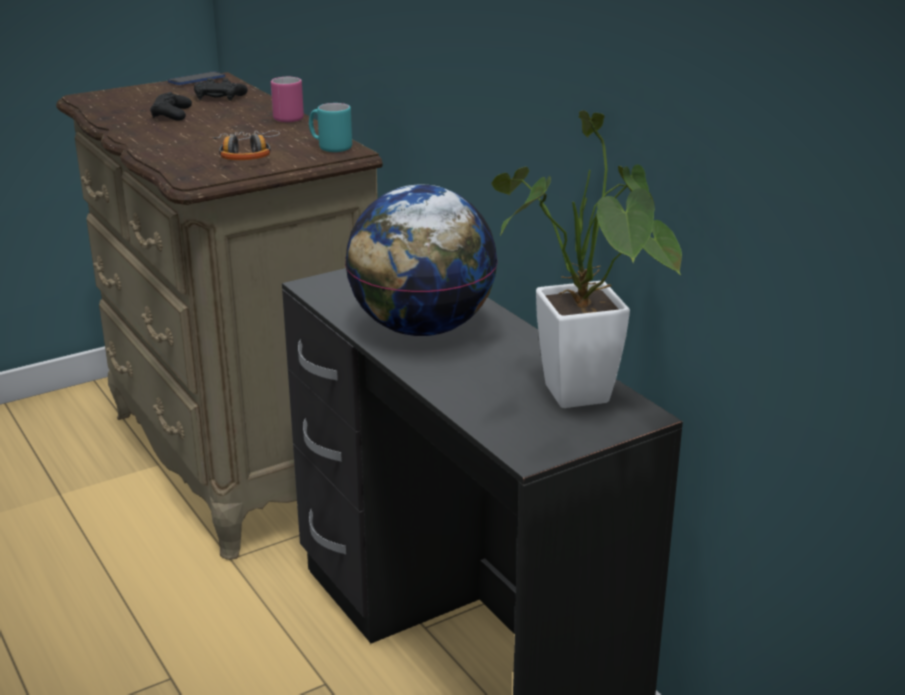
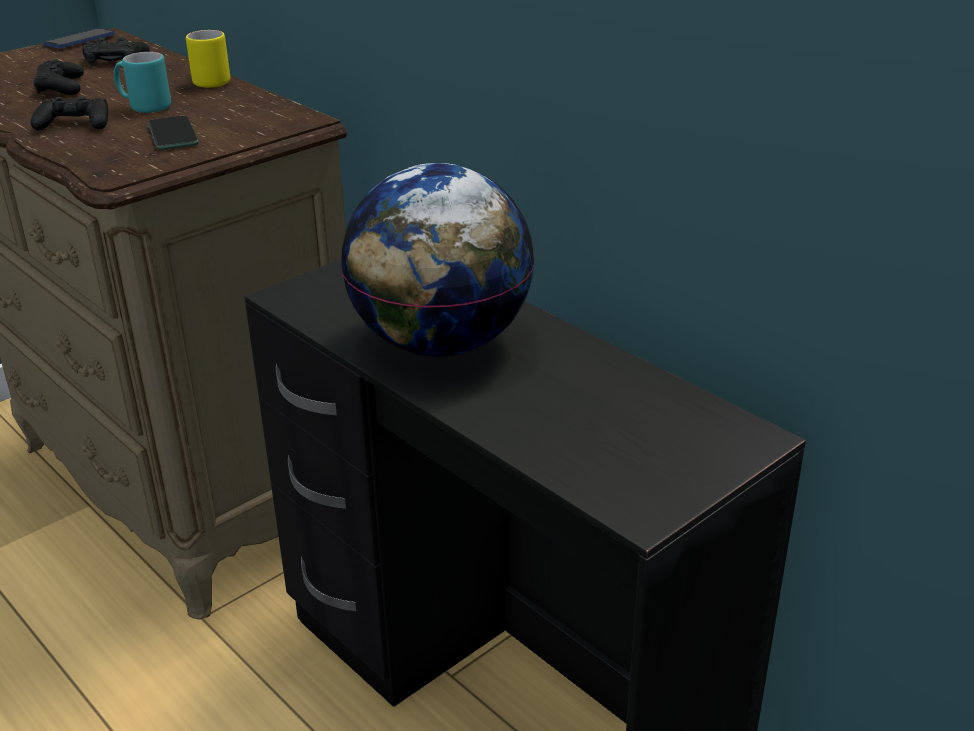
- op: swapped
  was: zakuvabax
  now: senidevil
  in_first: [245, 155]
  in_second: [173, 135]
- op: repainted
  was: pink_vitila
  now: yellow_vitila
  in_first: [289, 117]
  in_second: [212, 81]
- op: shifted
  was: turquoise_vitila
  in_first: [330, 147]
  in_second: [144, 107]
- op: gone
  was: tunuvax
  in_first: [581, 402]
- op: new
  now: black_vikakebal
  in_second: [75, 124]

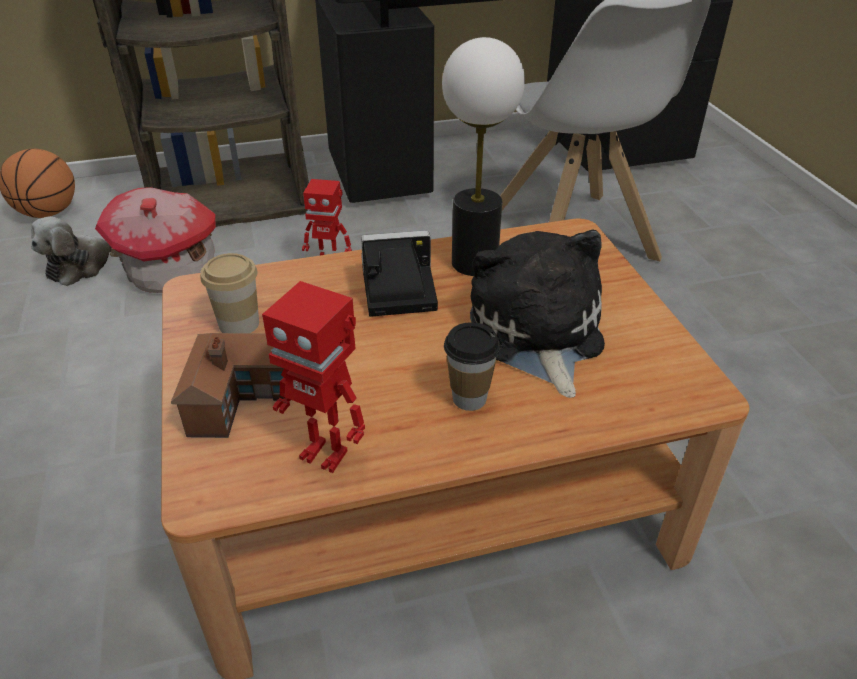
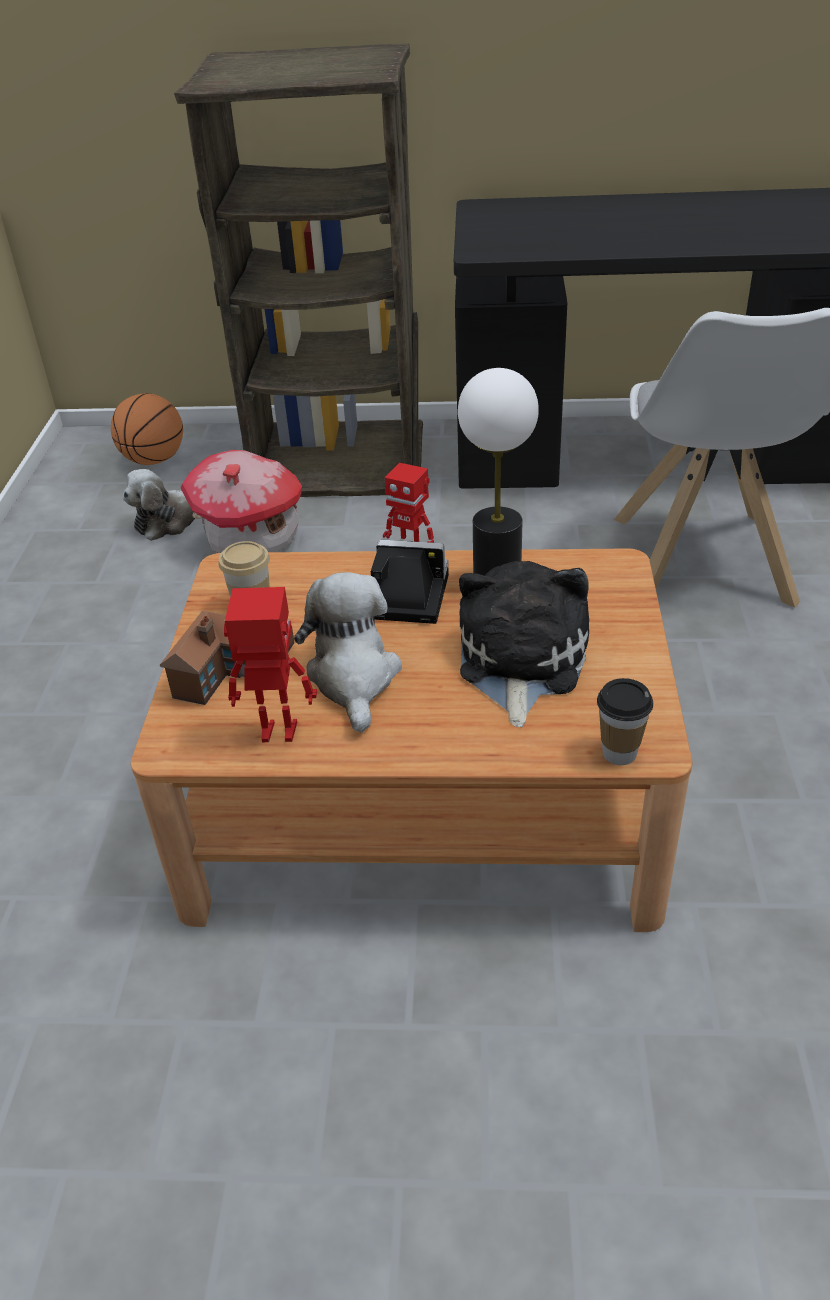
- op: rotated
  was: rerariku
  in_first: [326, 453]
  in_second: [278, 733]
  clockwise: 135
- op: shifted
  was: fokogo
  in_first: [469, 399]
  in_second: [619, 753]
- op: new
  now: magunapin
  in_second: [353, 678]

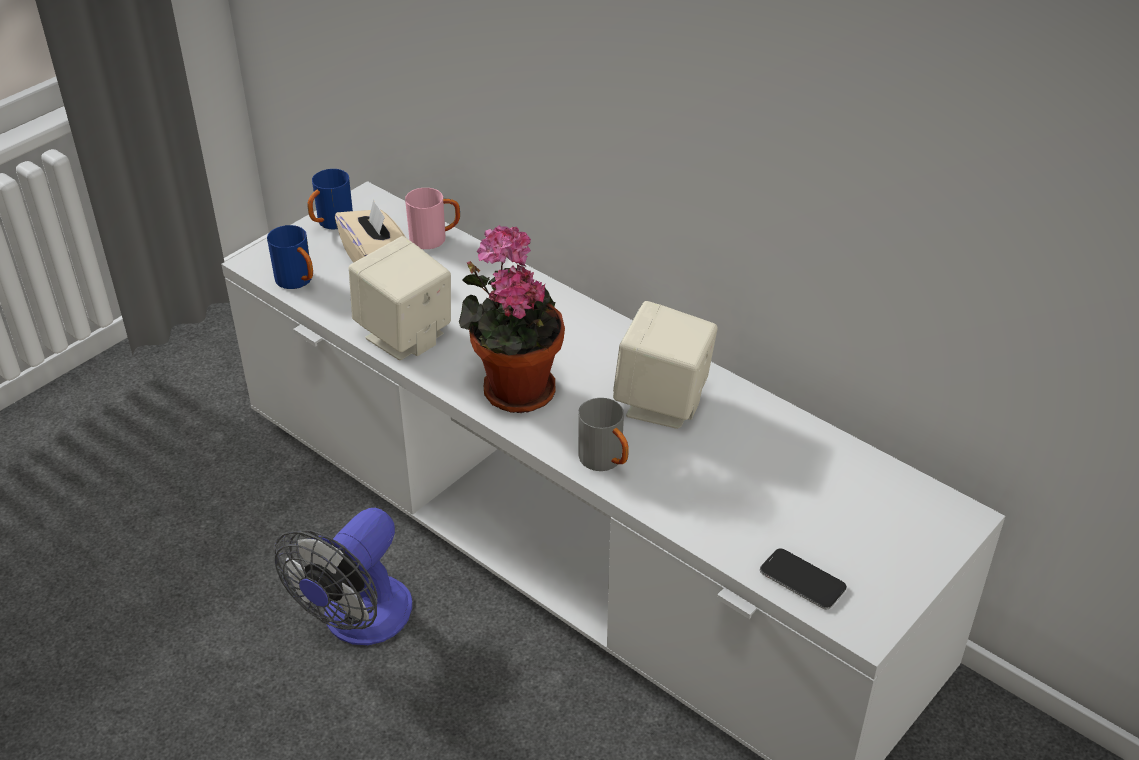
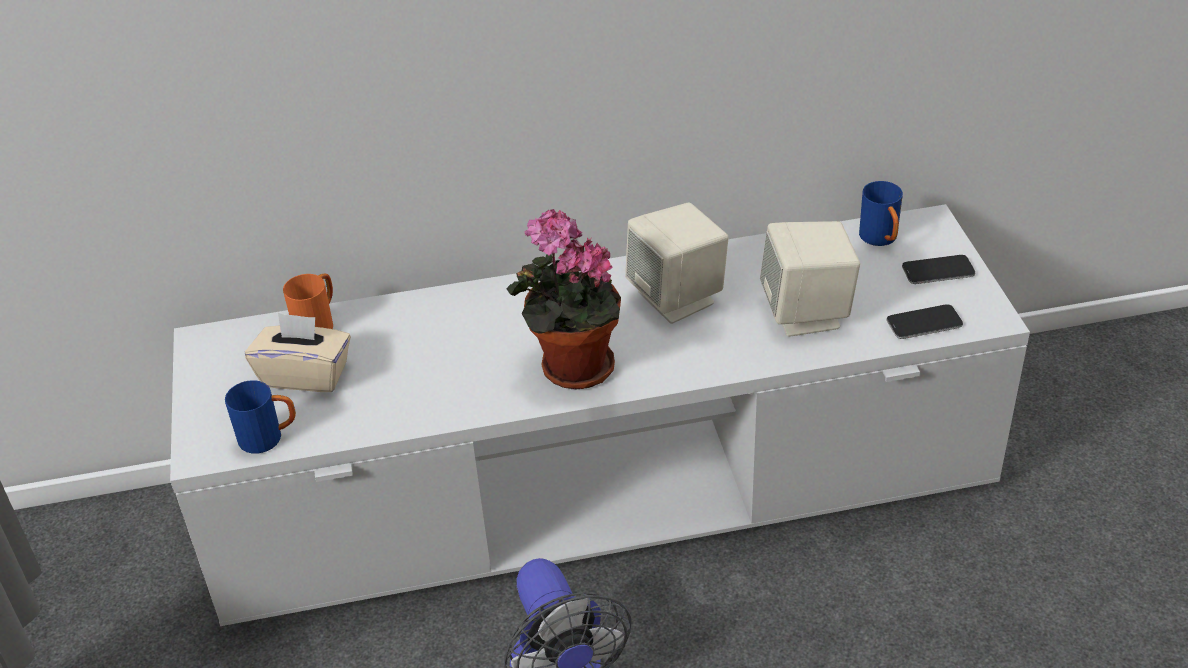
- op: shifted
  was: blue_vitila
  in_first: [330, 224]
  in_second: [881, 240]
- op: shifted
  was: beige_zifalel
  in_first: [405, 337]
  in_second: [806, 313]
- op: repainted
  was: pink_vitila
  now: orange_vitila
  in_first: [435, 239]
  in_second: [318, 324]
- op: gone
  was: grey_vitila
  in_first: [606, 462]
- op: new
  now: senidevil
  in_second: [938, 271]

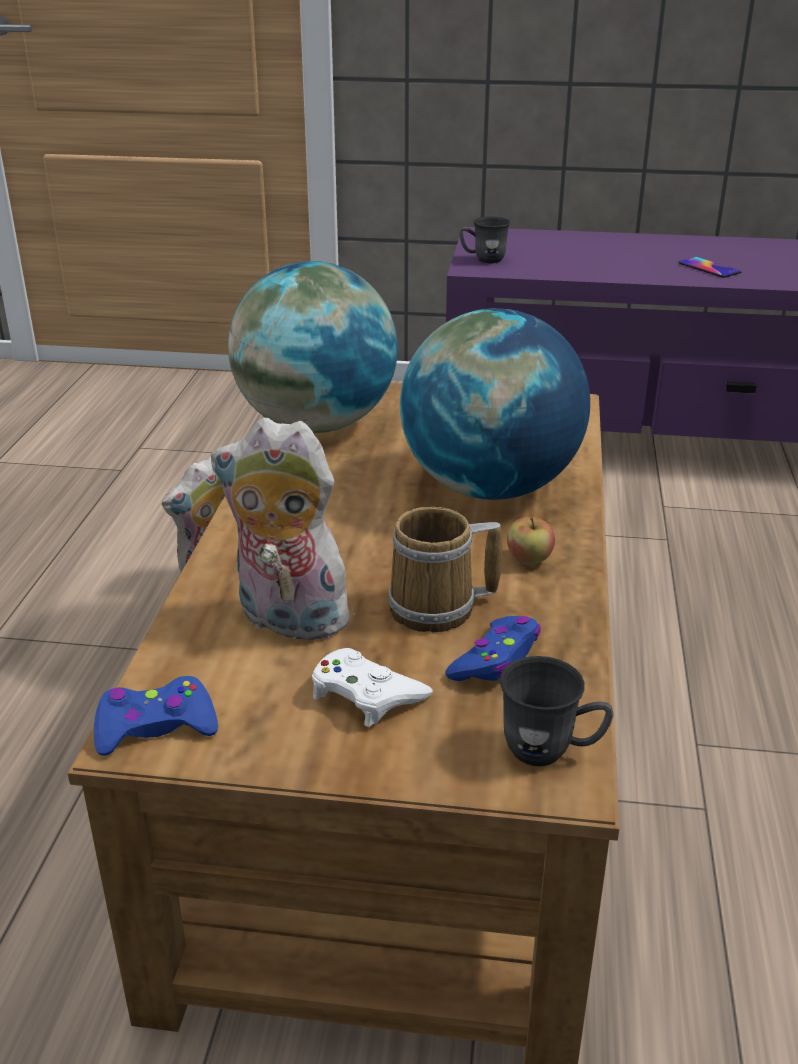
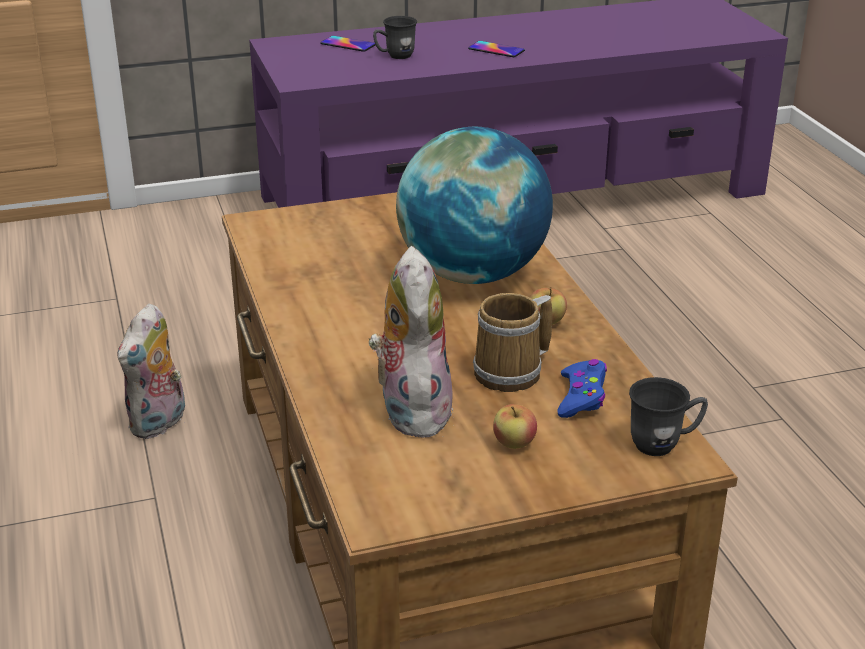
- op: gone
  was: blue_vikakebal
  in_first: [155, 727]
- op: rotated
  was: magunapin
  in_first: [287, 621]
  in_second: [411, 410]
  clockwise: 90
- op: gone
  was: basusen
  in_first: [317, 424]
- op: swapped
  was: white_vikakebal
  now: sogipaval
  in_first: [366, 694]
  in_second: [514, 443]
- op: shifted
  was: grey_vitila
  in_first: [483, 260]
  in_second: [394, 56]
- op: new
  now: senidevil
  in_second: [348, 44]

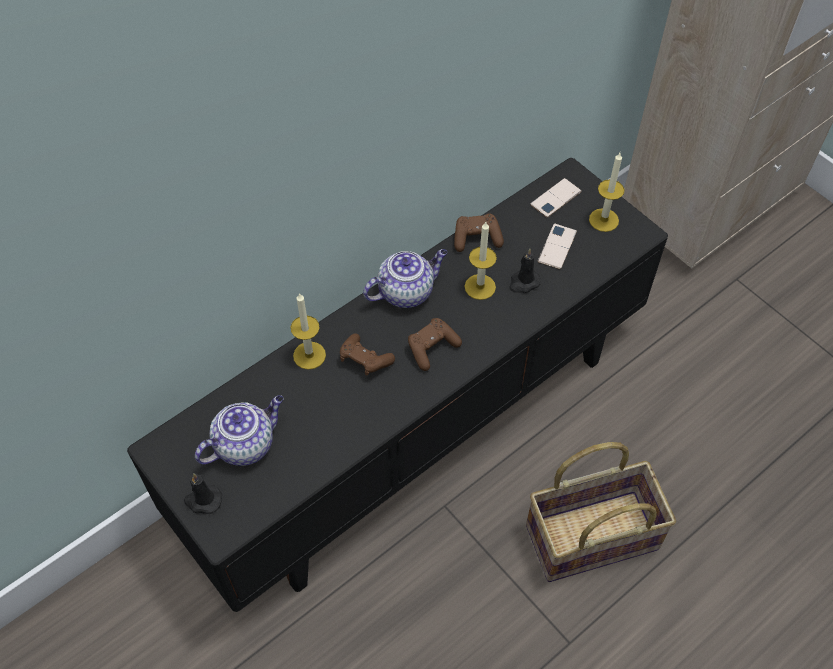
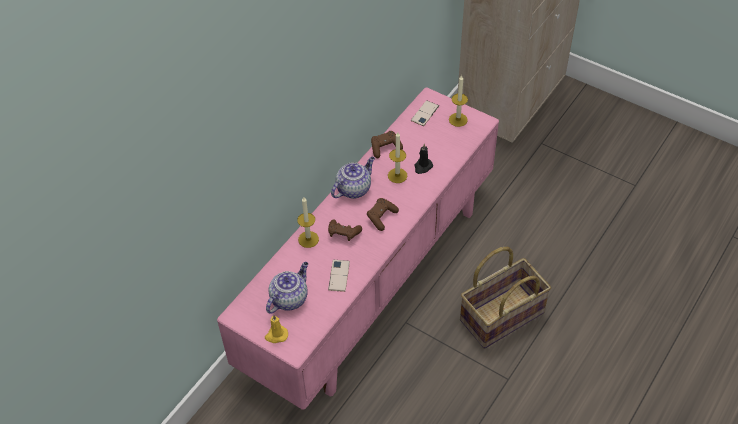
- op: repainted
  was: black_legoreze
  now: pink_legoreze
  in_first: [415, 421]
  in_second: [370, 277]
- op: repainted
  was: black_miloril
  now: yellow_miloril
  in_first: [203, 500]
  in_second: [276, 335]
- op: shifted
  was: senidevil
  in_first: [557, 246]
  in_second: [339, 275]

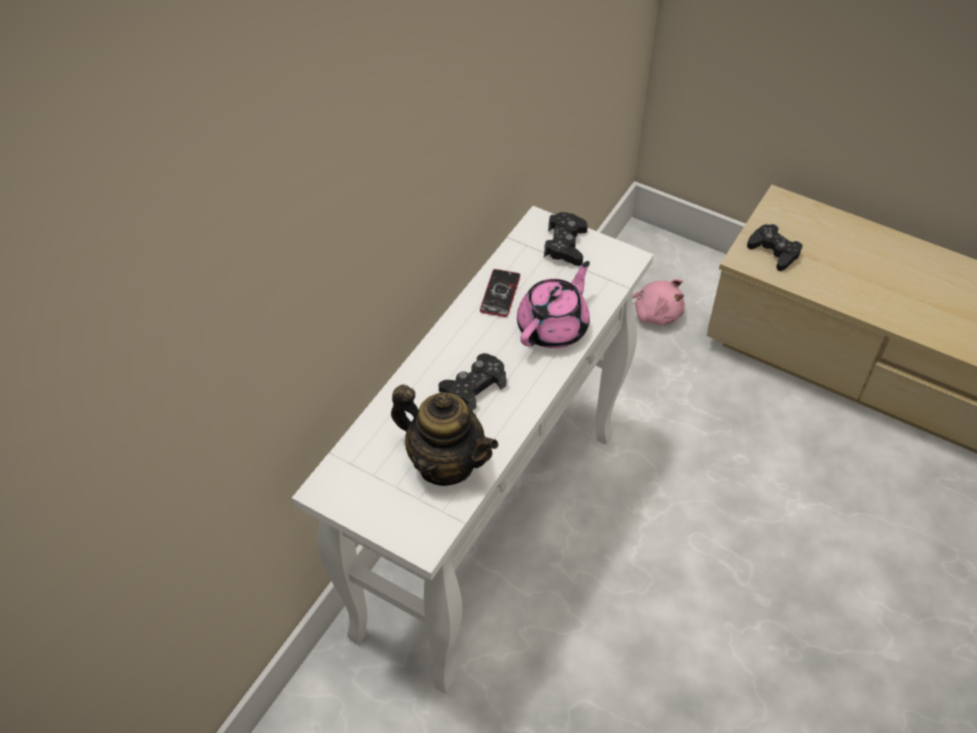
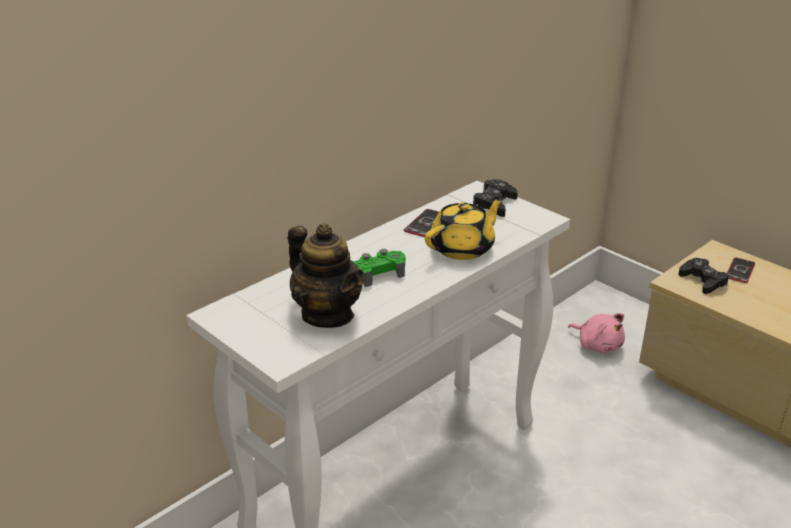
- op: repainted
  was: black_vikakebal
  now: green_vikakebal
  in_first: [474, 386]
  in_second: [376, 273]
- op: repainted
  was: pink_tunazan
  now: yellow_tunazan
  in_first: [554, 327]
  in_second: [463, 248]
- op: new
  now: senidevil
  in_second: [740, 271]

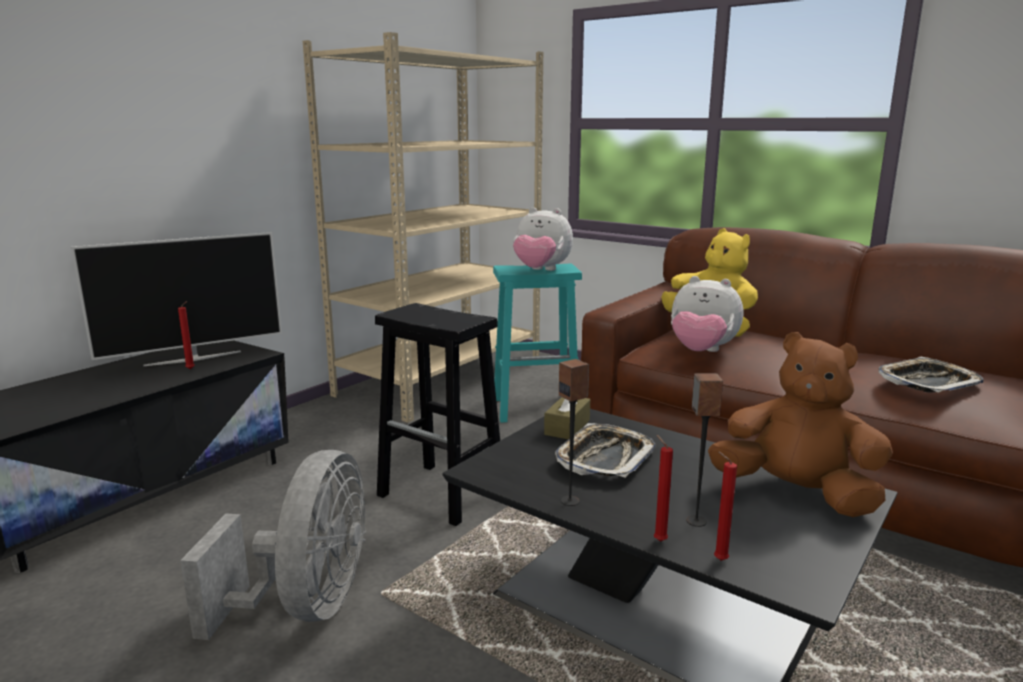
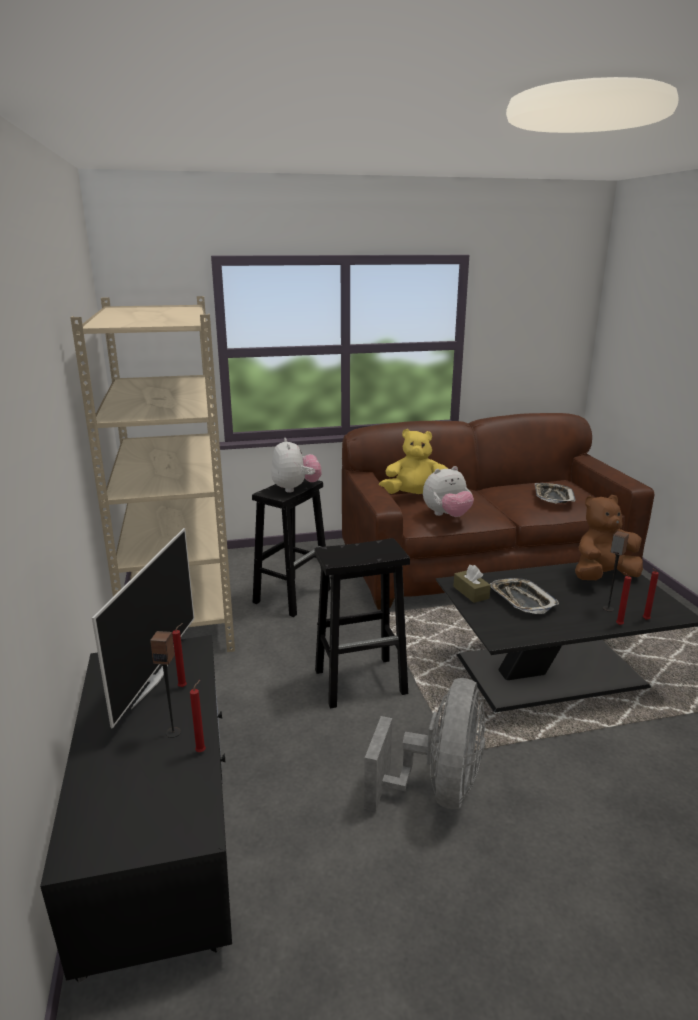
- op: rotated
  was: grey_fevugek
  in_first: [307, 605]
  in_second: [437, 789]
  clockwise: 60
- op: repainted
  was: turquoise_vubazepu
  now: black_vubazepu
  in_first: [536, 408]
  in_second: [293, 595]
- op: rotated
  was: magunapin
  in_first: [541, 271]
  in_second: [295, 488]
  clockwise: -75
- op: shifted
  was: zifalel
  in_first: [570, 501]
  in_second: [173, 732]
- op: new
  now: red_miloril
  in_second: [202, 751]

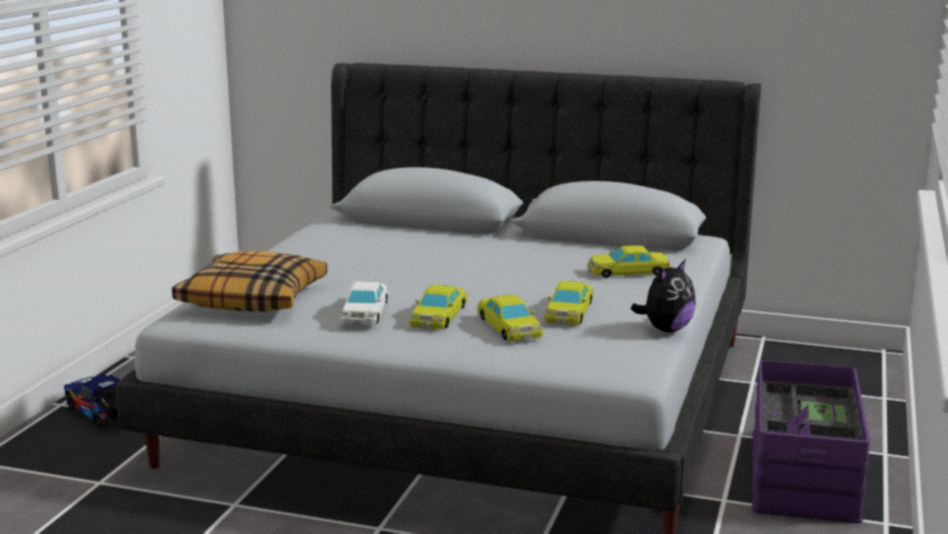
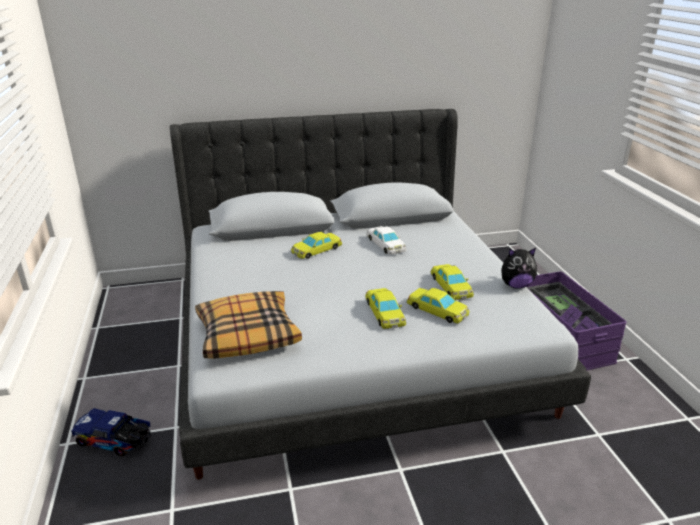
- op: shifted
  was: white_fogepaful
  in_first: [365, 312]
  in_second: [386, 244]
- op: shifted
  was: yellow_fogepaful
  in_first: [628, 271]
  in_second: [316, 250]
- op: rotated
  was: magunapin
  in_first: [666, 329]
  in_second: [515, 285]
  clockwise: 75

